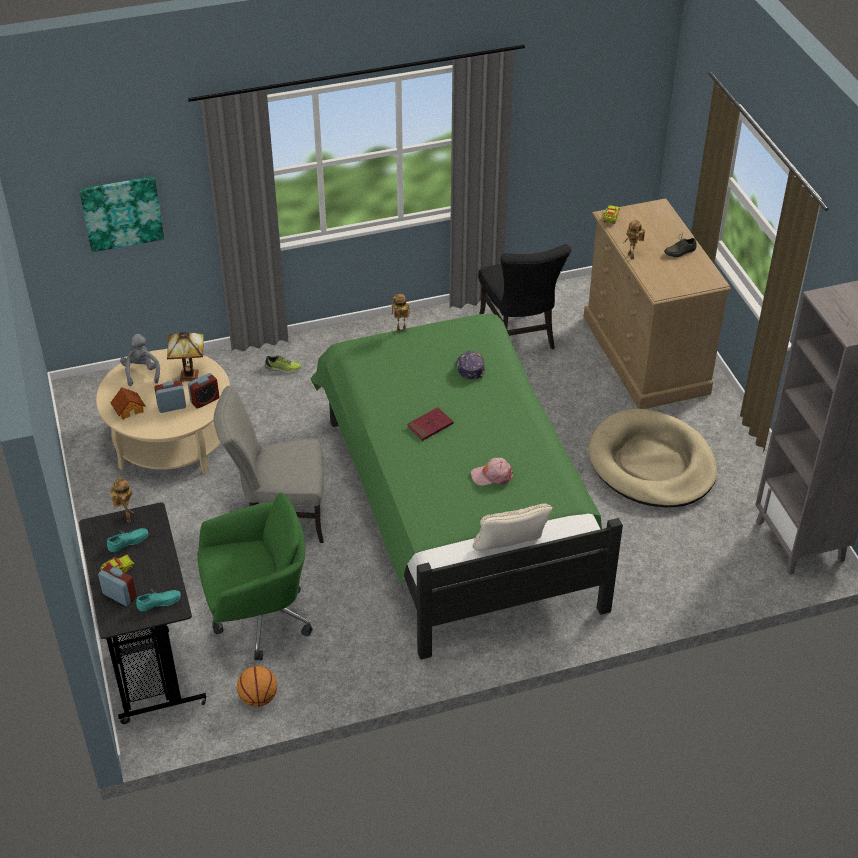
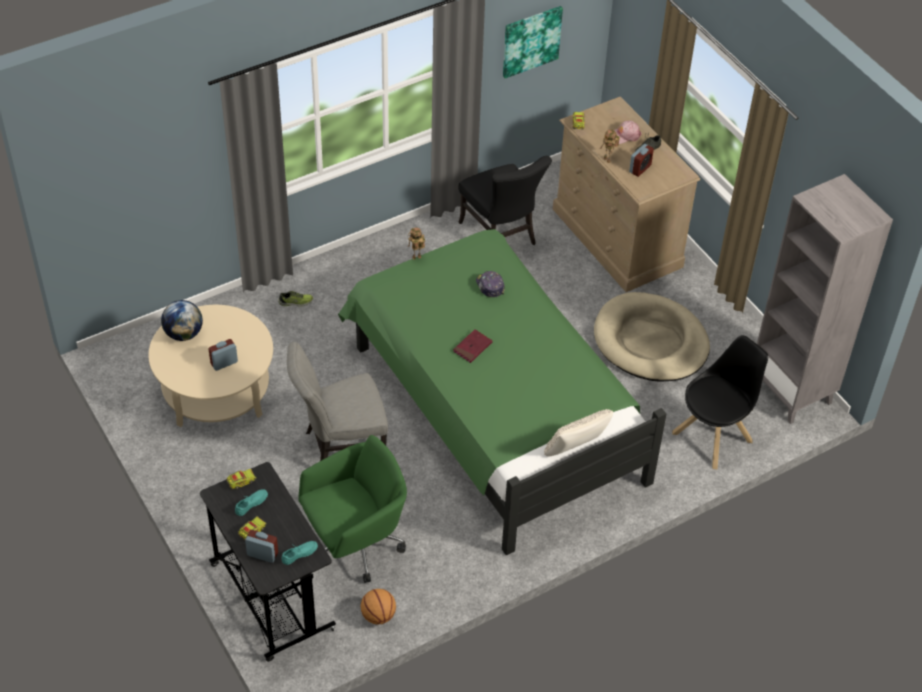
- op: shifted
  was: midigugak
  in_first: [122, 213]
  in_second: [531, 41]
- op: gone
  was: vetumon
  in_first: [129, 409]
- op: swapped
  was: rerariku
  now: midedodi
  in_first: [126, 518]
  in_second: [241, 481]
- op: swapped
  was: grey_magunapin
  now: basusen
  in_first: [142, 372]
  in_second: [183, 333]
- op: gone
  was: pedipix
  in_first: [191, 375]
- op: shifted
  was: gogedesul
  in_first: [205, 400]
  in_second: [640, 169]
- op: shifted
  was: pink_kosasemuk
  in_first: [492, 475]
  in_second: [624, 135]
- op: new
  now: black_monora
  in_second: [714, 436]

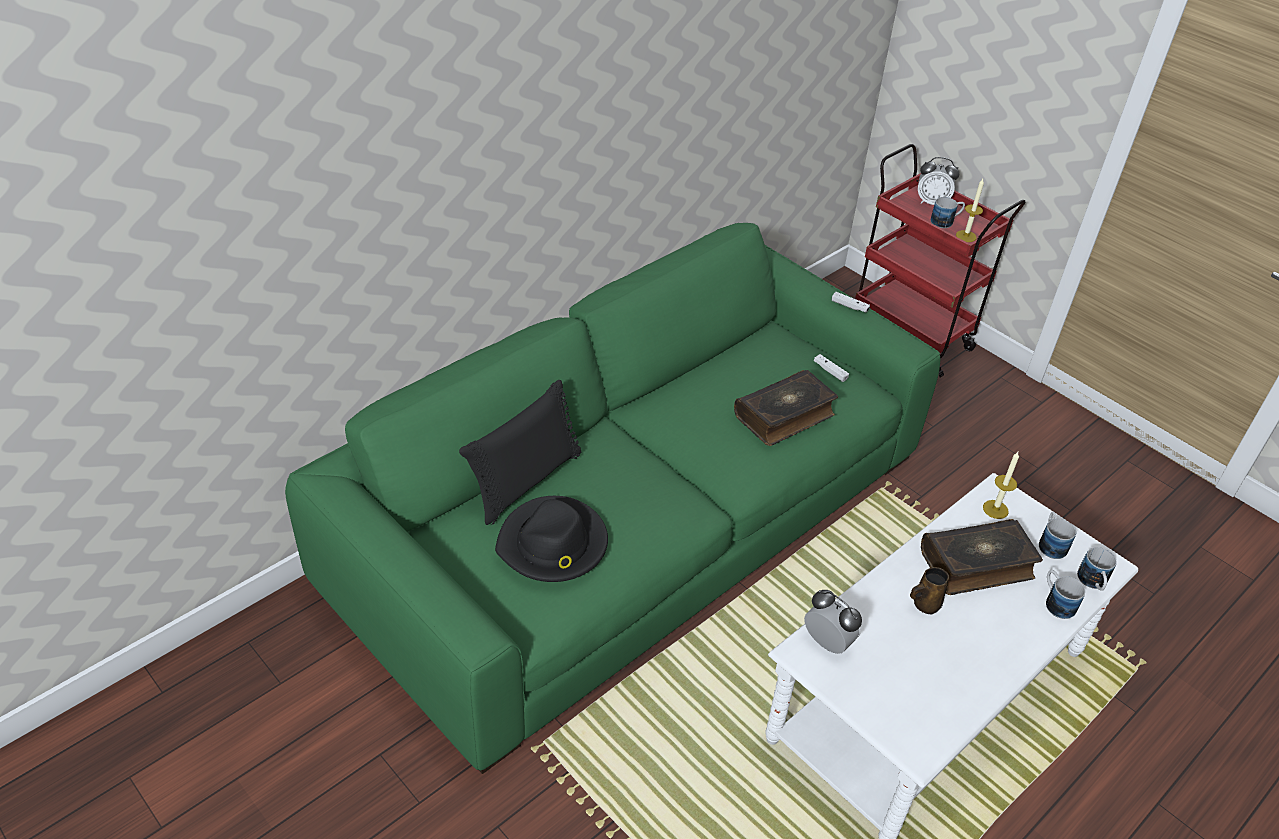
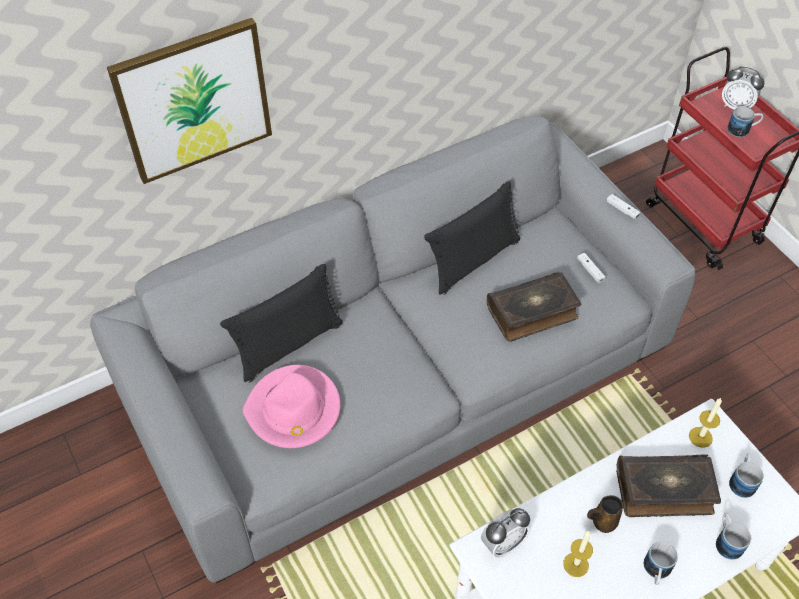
- op: repainted
  was: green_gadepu
  now: grey_gadepu
  in_first: [633, 516]
  in_second: [399, 368]
- op: repainted
  was: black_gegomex
  now: pink_gegomex
  in_first: [553, 544]
  in_second: [294, 410]
- op: rotated
  was: gogedesul
  in_first: [827, 642]
  in_second: [503, 544]
  clockwise: 90
- op: shifted
  was: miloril
  in_first: [966, 236]
  in_second: [576, 564]
- op: shifted
  was: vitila
  in_first: [1093, 583]
  in_second: [656, 572]
- op: new
  now: midigugak
  in_second: [194, 100]
- op: new
  now: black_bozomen
  in_second: [472, 260]

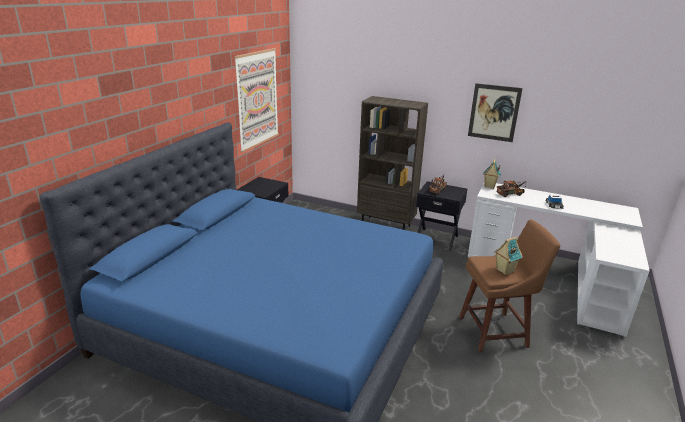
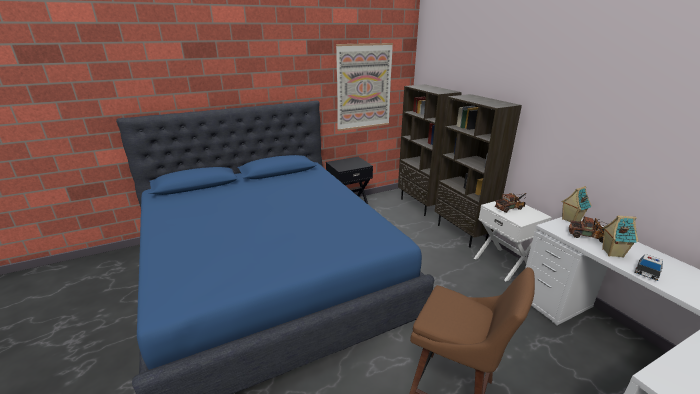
- op: repainted
  was: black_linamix
  now: white_linamix
  in_first: [437, 238]
  in_second: [503, 263]
- op: gone
  was: midigugak
  in_first: [494, 112]
- op: shifted
  was: vetumon
  in_first: [504, 270]
  in_second: [611, 252]
- op: new
  now: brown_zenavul
  in_second: [421, 205]

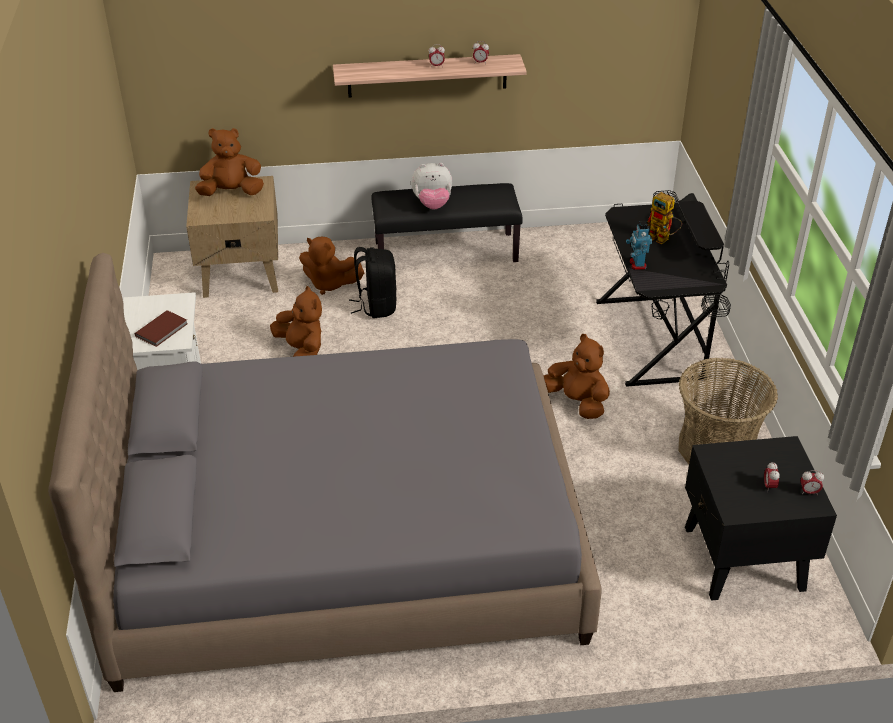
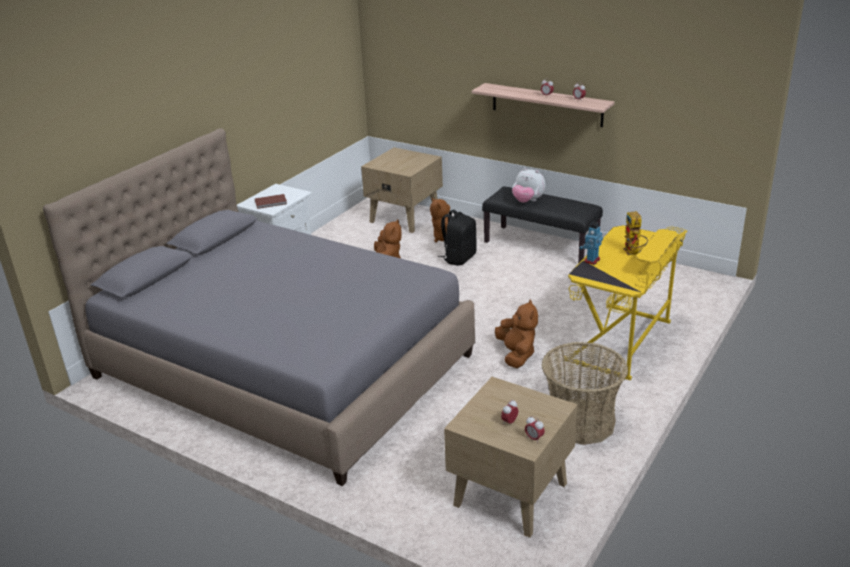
- op: gone
  was: brown_magunapin
  in_first: [231, 192]
- op: repainted
  was: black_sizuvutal
  now: yellow_sizuvutal
  in_first: [654, 339]
  in_second: [622, 342]
- op: repainted
  was: black_linamix
  now: beige_linamix
  in_first: [744, 559]
  in_second: [510, 495]

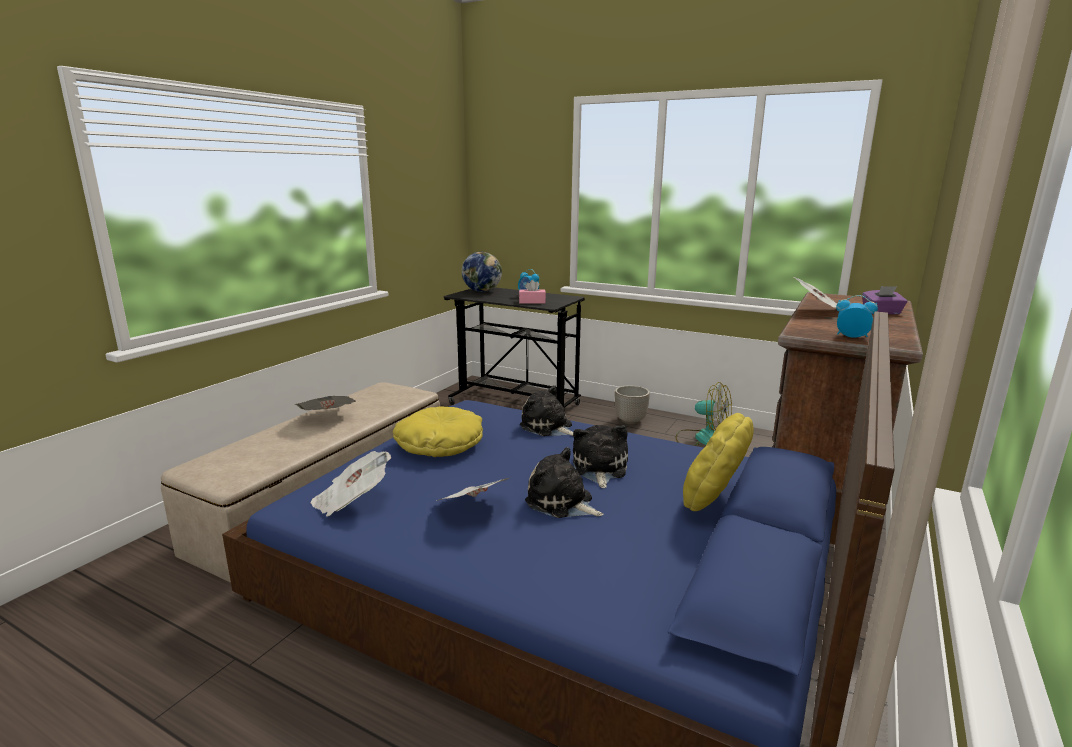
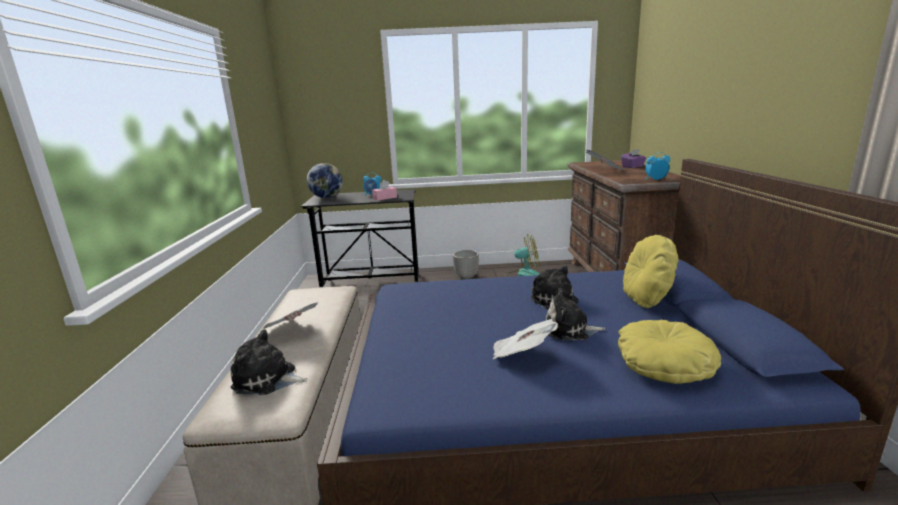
- op: gone
  was: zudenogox
  in_first: [352, 501]
- op: shifted
  was: yellow_bozomen
  in_first: [441, 445]
  in_second: [666, 364]
- op: shifted
  was: magunapin
  in_first: [548, 427]
  in_second: [268, 380]

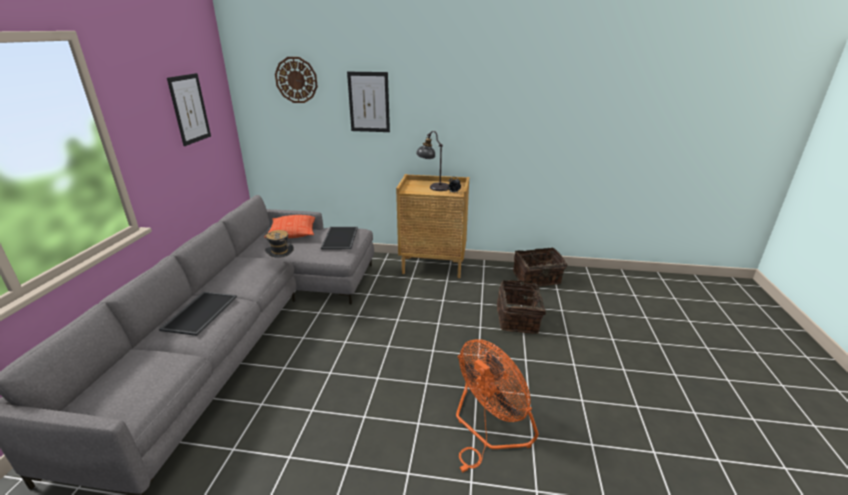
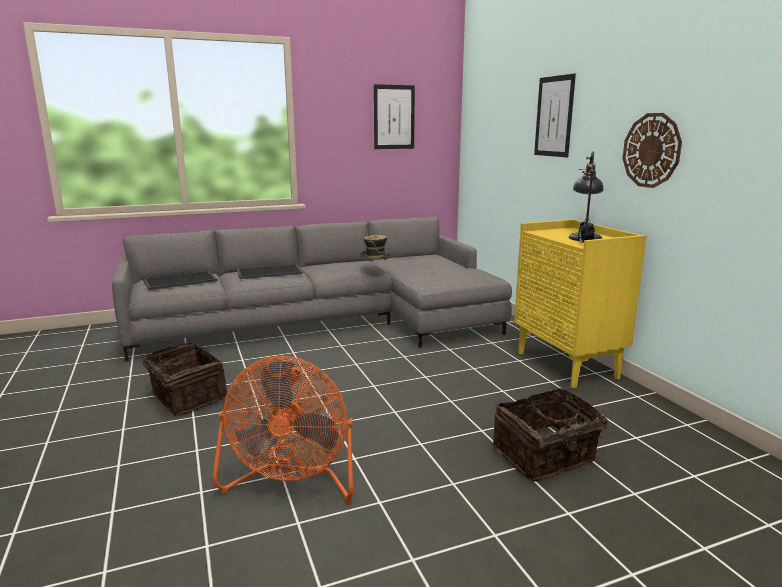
- op: gone
  was: orange_bozomen
  in_first: [293, 234]
- op: shifted
  was: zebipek
  in_first: [296, 80]
  in_second: [651, 150]
- op: shifted
  was: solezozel
  in_first: [341, 238]
  in_second: [179, 281]
- op: repainted
  was: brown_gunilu
  now: yellow_gunilu
  in_first: [433, 267]
  in_second: [567, 365]
- op: rotated
  was: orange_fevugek
  in_first: [484, 428]
  in_second: [288, 481]
  clockwise: 75
- op: shifted
  was: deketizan
  in_first: [537, 278]
  in_second: [186, 397]

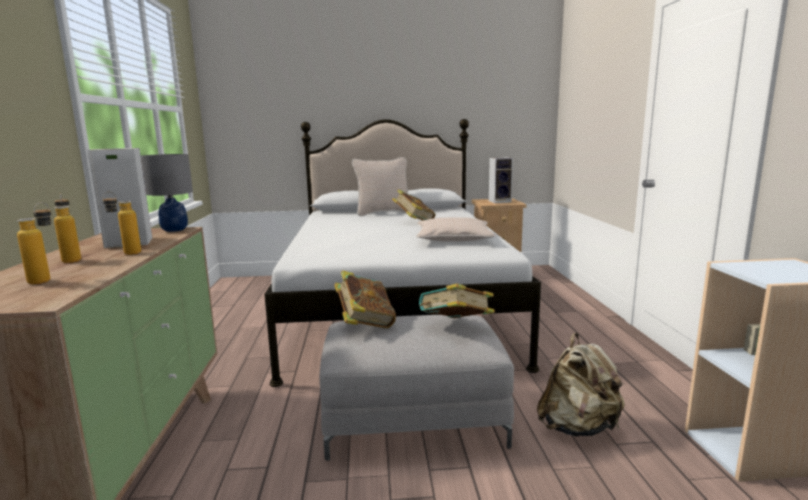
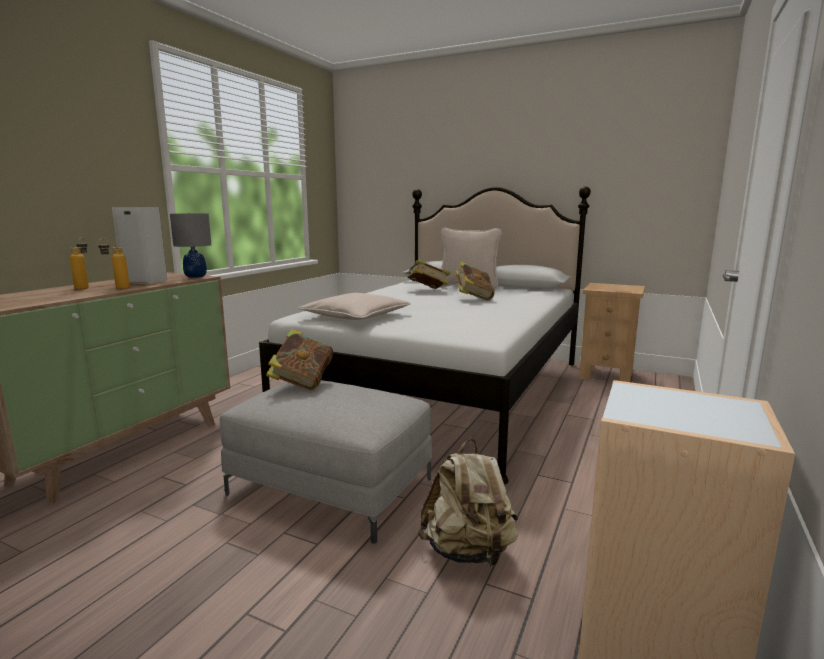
- op: gone
  was: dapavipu
  in_first: [46, 279]
- op: shifted
  was: beige_bozomen
  in_first: [453, 238]
  in_second: [356, 315]
- op: shifted
  was: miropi
  in_first: [456, 327]
  in_second: [427, 291]
- op: gone
  was: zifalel
  in_first: [500, 201]

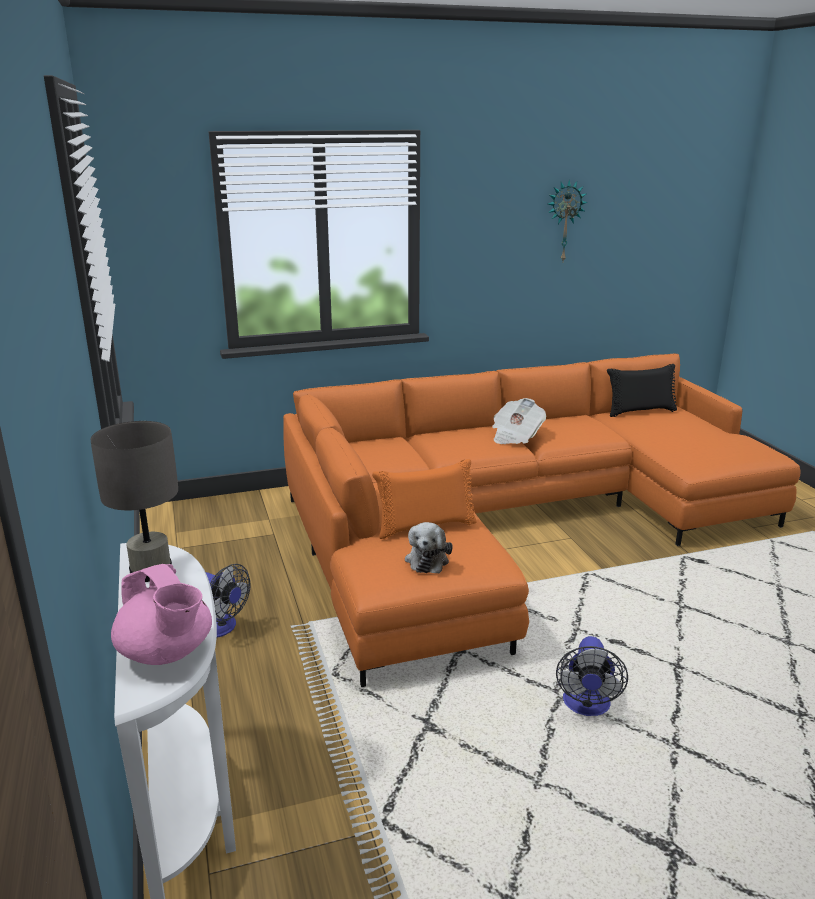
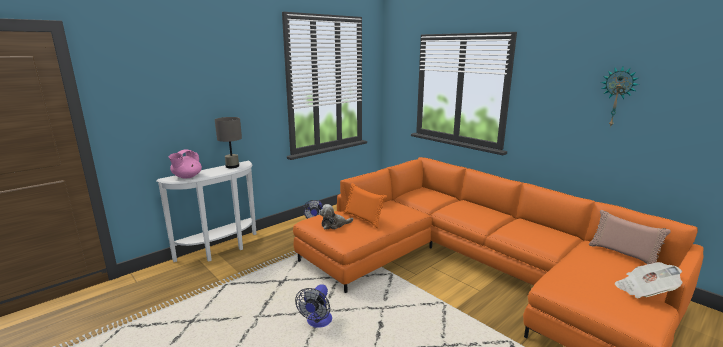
- op: shifted
  was: zudenogox
  in_first: [515, 436]
  in_second: [644, 291]
- op: rotated
  was: fevugek
  in_first: [586, 707]
  in_second: [317, 323]
  clockwise: -60
- op: repainted
  was: black_bozomen
  now: beige_bozomen
  in_first: [640, 411]
  in_second: [622, 254]

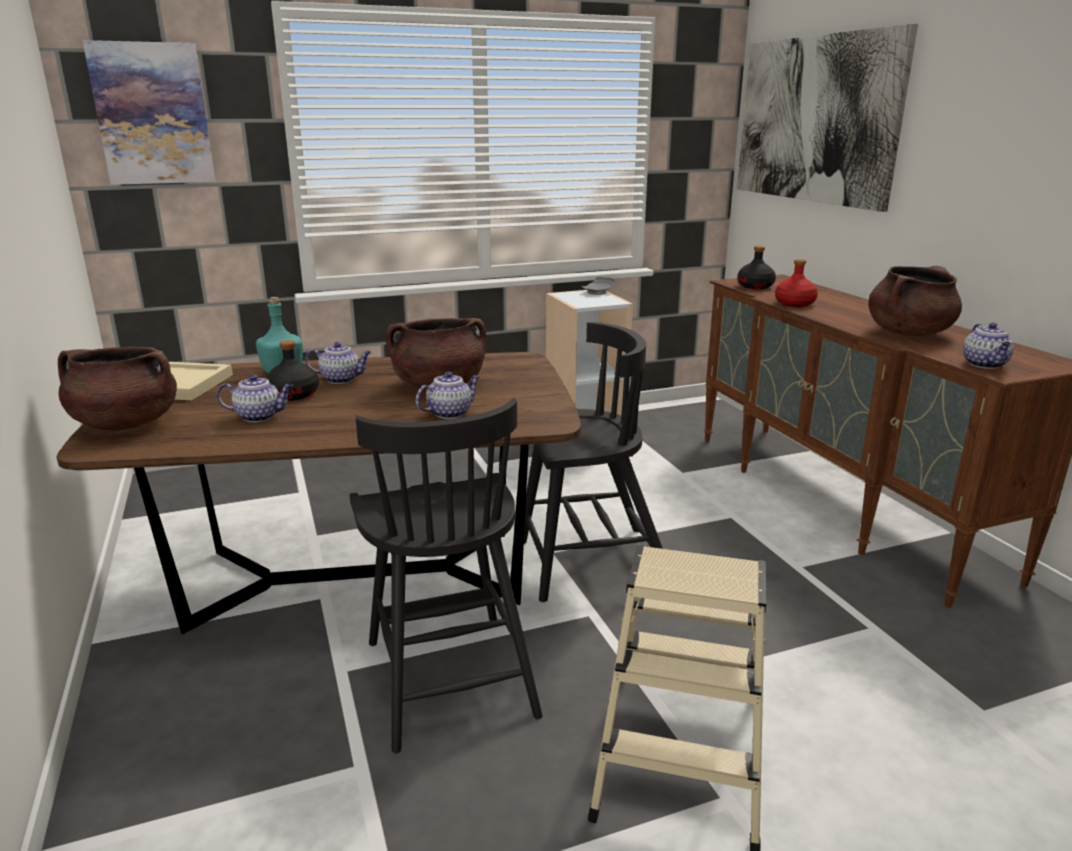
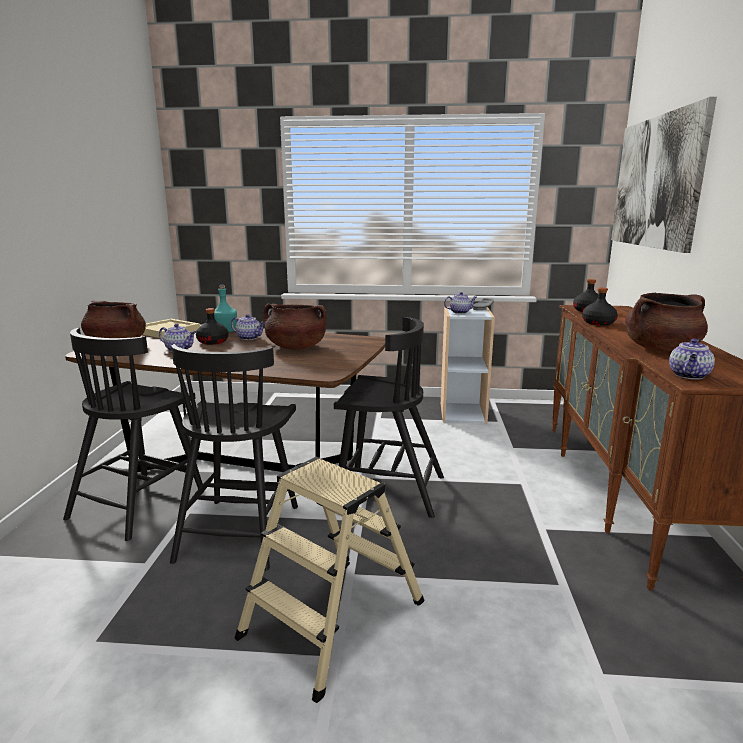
- op: gone
  was: midigugak
  in_first: [152, 114]
- op: shifted
  was: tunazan
  in_first: [450, 413]
  in_second: [460, 312]
- op: repainted
  was: red_dapavipu
  now: black_dapavipu
  in_first: [794, 303]
  in_second: [598, 323]
- op: new
  now: black_monora
  in_second: [139, 502]

